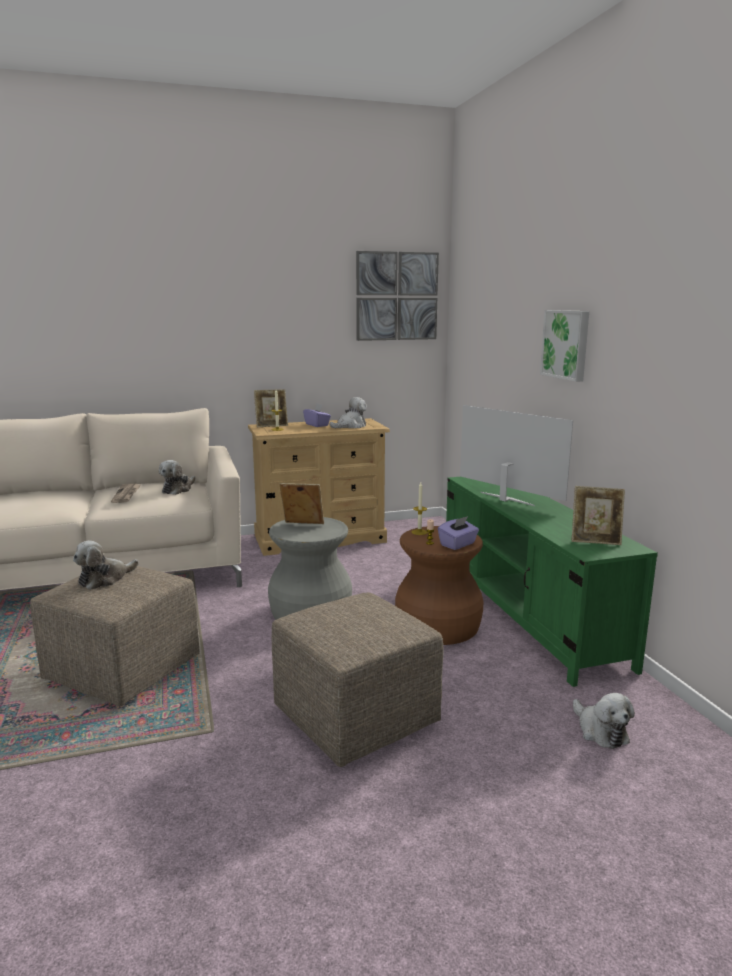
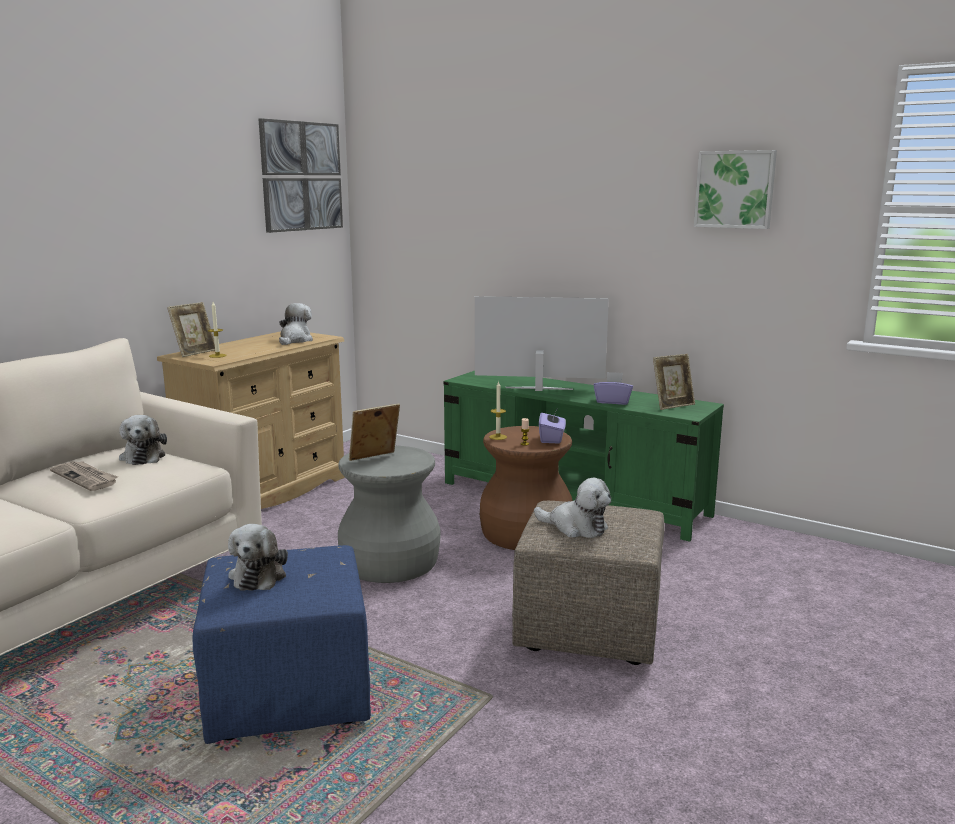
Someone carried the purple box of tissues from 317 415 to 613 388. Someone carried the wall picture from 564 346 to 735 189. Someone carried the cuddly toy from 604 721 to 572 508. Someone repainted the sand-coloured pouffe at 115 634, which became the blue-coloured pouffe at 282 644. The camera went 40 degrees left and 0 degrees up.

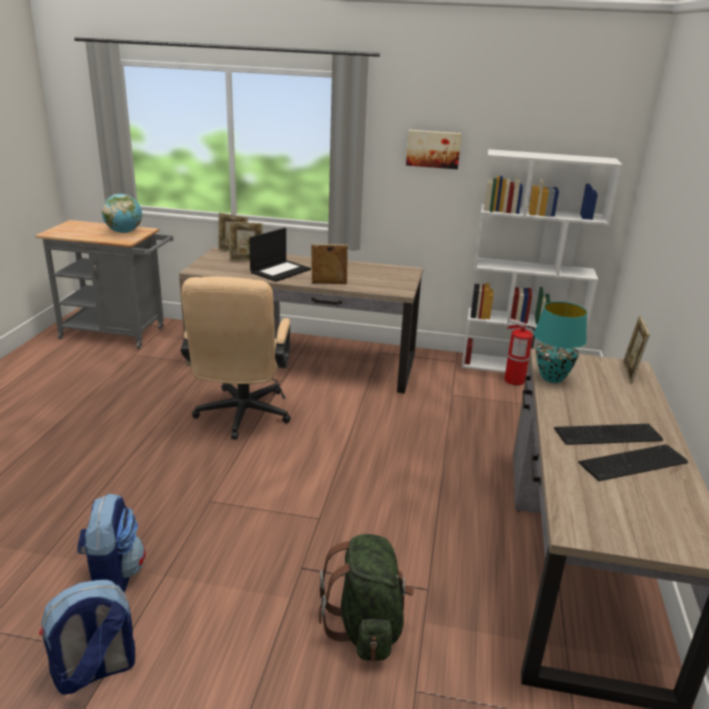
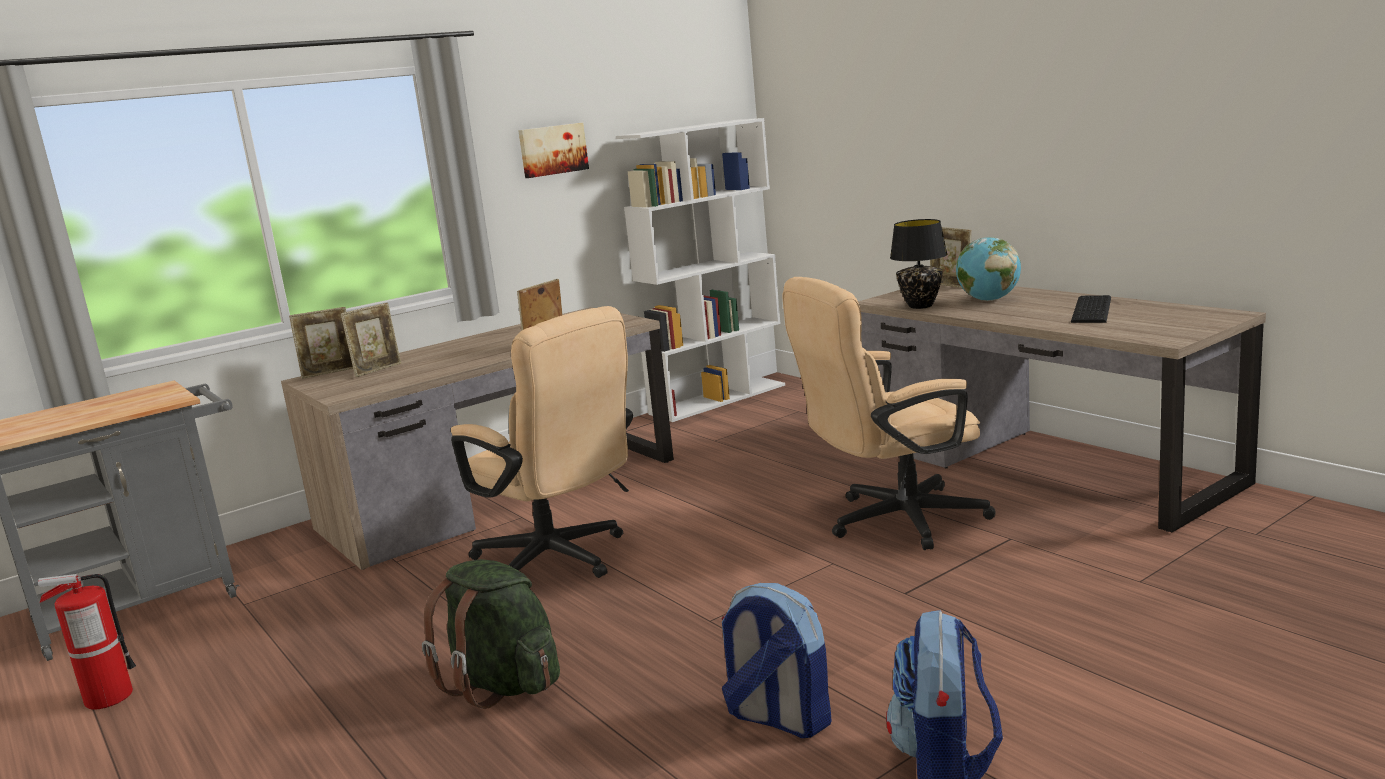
Someone took away the portable computer at 280 255. Someone took away the keyboard at 608 434. Someone put down the sand-coloured office chair at 889 413. Someone carried the world globe from 122 213 to 988 269. Someone carried the greenish rucksack from 366 598 to 491 634. Someone carried the fire-fighting cylinder from 519 352 to 87 641. Someone repainted the blue-green lamp for a table at 560 342, which became the blackish lamp for a table at 919 264. The camera went 45 degrees left and 10 degrees down.

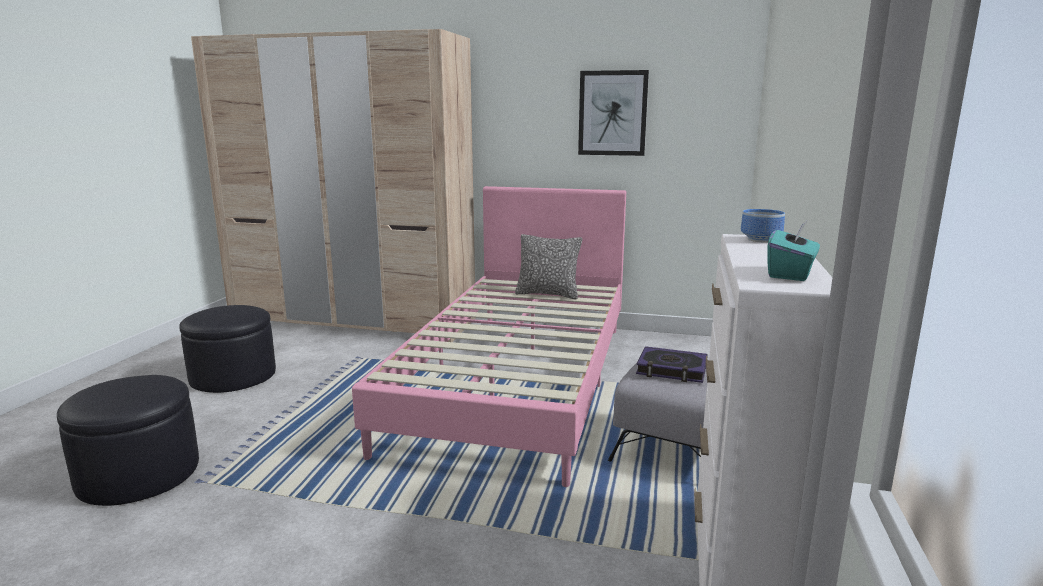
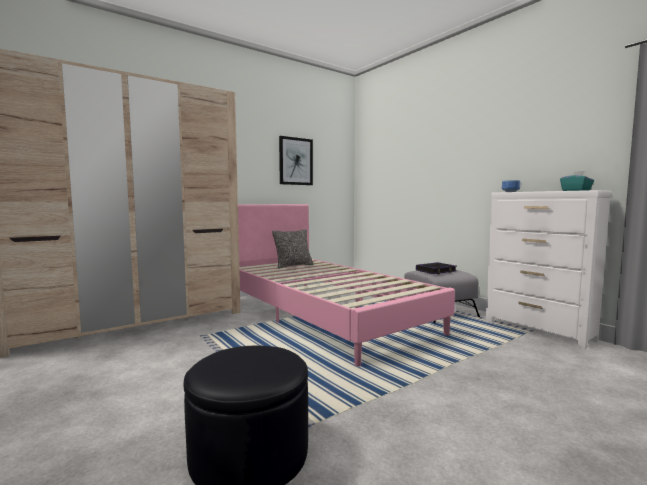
Someone took away the blackish pouffe at 227 349. The camera went 50 degrees left and 10 degrees down.

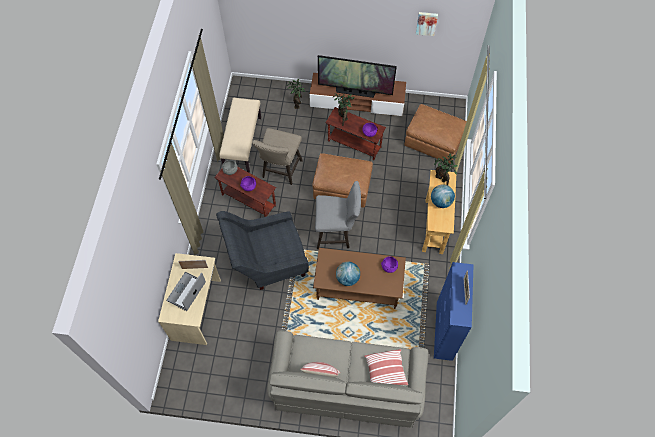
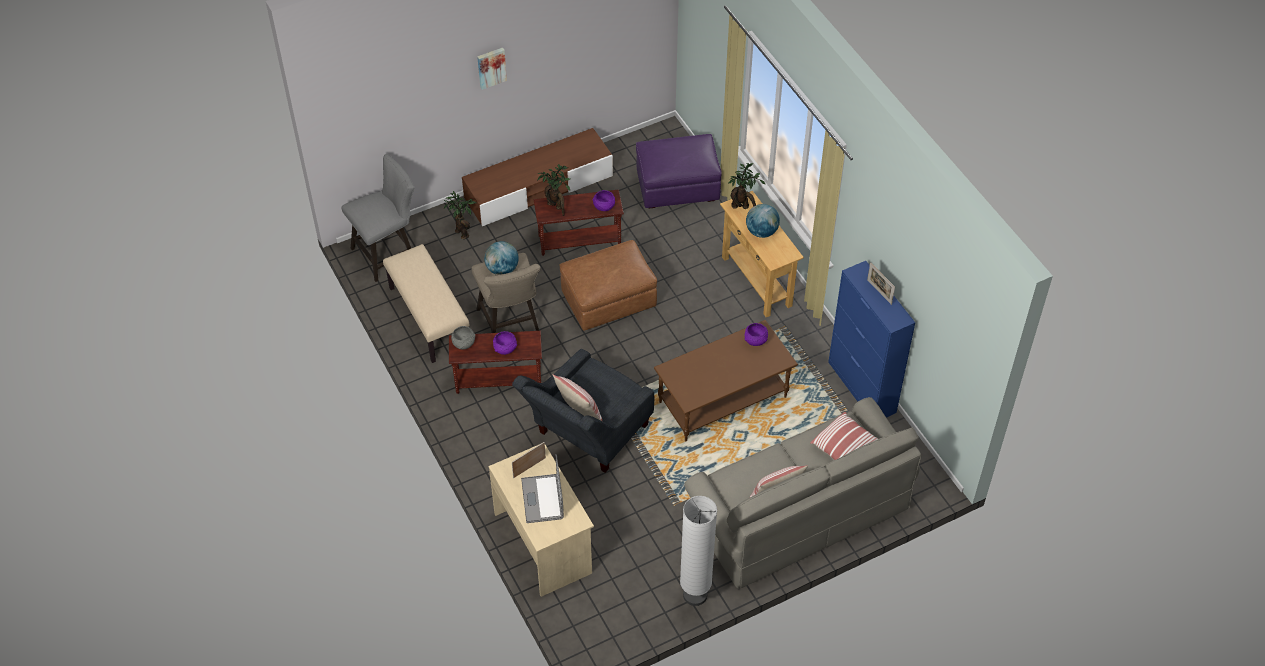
Someone took away the TV at 357 76. Someone put down the throw pillow at 578 398. Someone put down the whitish standard lamp at 698 551. Someone carried the greyish sitting stool from 338 215 to 378 218. Someone carried the world globe from 348 274 to 501 258. Someone carried the wall picture from 427 24 to 492 69. Someone repainted the brown pouffe at 436 134, which became the purple pouffe at 679 171. The camera went 35 degrees left and 10 degrees down.

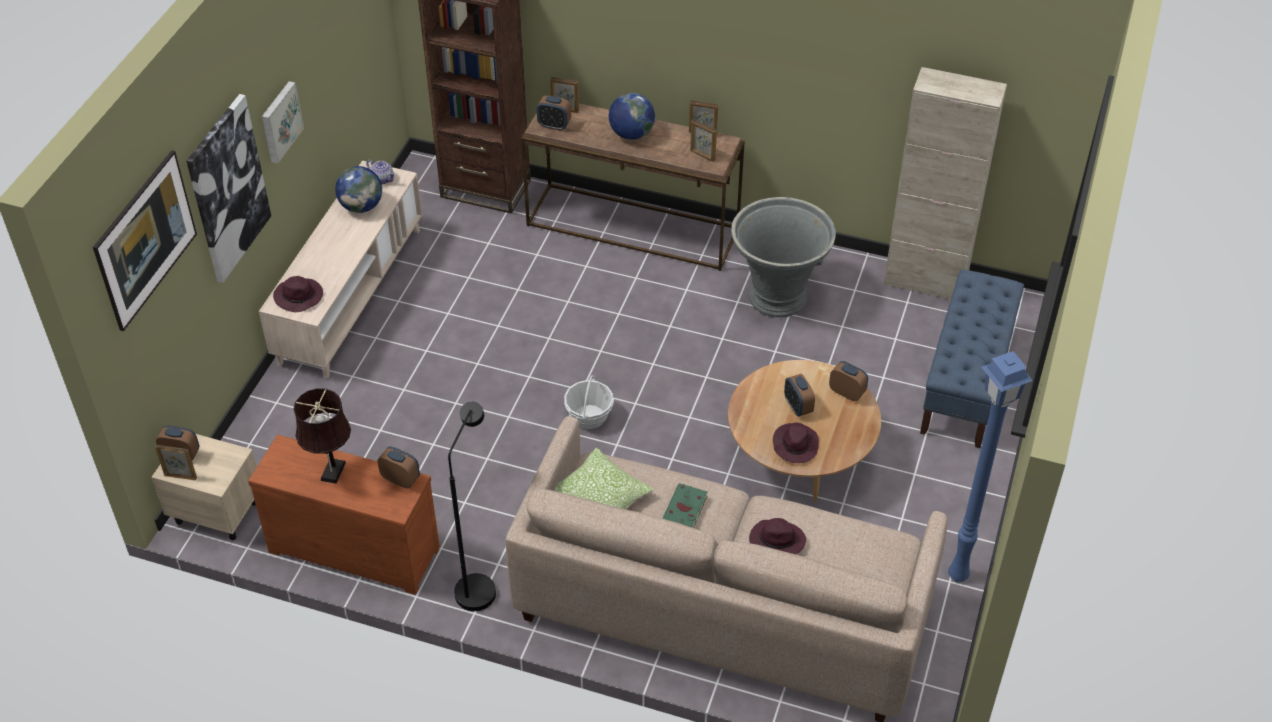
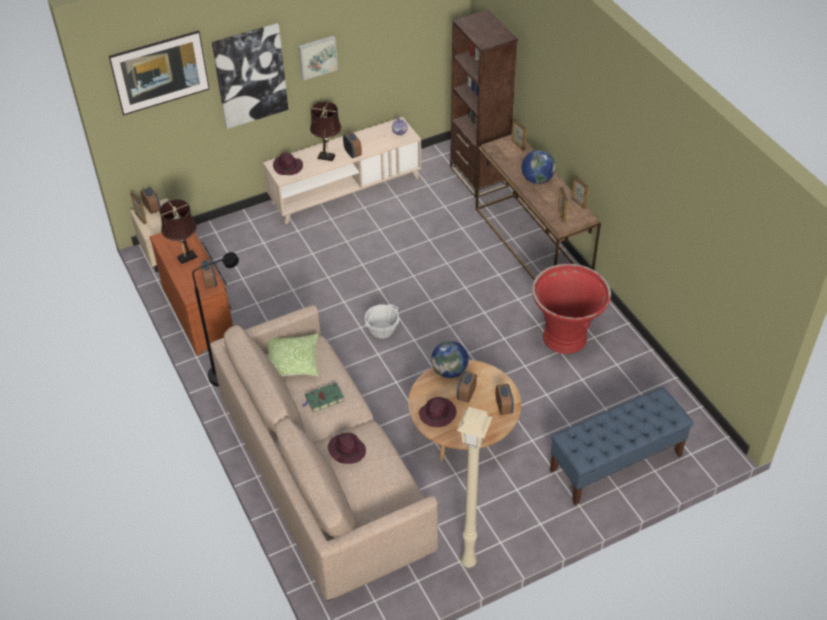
Someone took away the sand-coloured cabinet at 945 183. Someone put down the brown lamp for a table at 325 131. Someone carried the world globe from 358 189 to 450 359. Someone carried the alarm clock from 554 113 to 352 145. Someone repainted the greyish flower pot at 783 257, which became the red flower pot at 571 309. Someone repainted the blue-coloured standard lamp at 990 466, which became the sand-coloured standard lamp at 474 487. The camera went 45 degrees right and 0 degrees up.

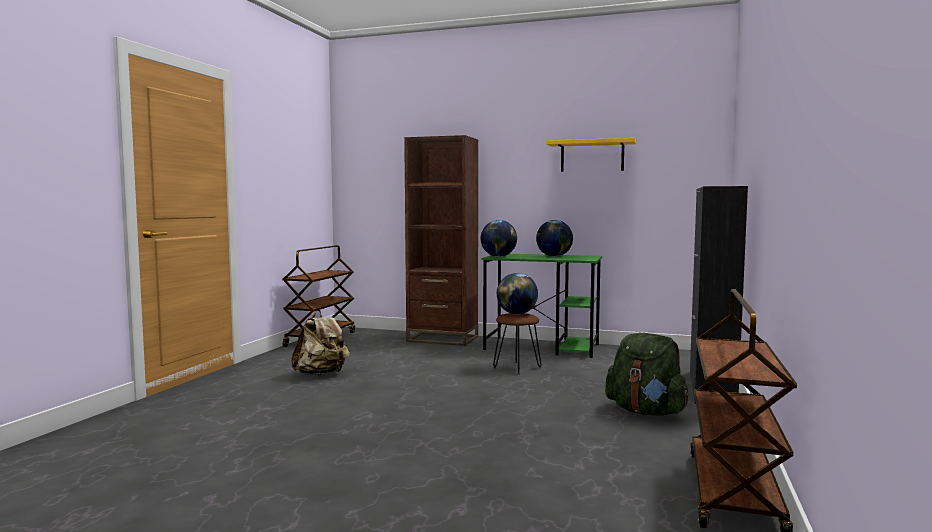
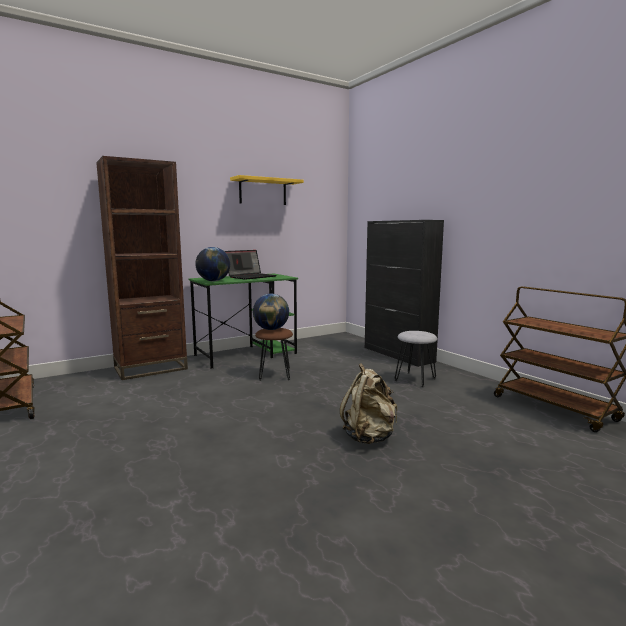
Someone carried the sand-coloured rucksack from 320 342 to 368 403. Someone swapped the world globe at 554 238 for the portable computer at 250 265. Someone swapped the greenish rucksack at 647 374 for the greyish sitting stool at 416 359. The camera went 50 degrees left and 5 degrees up.

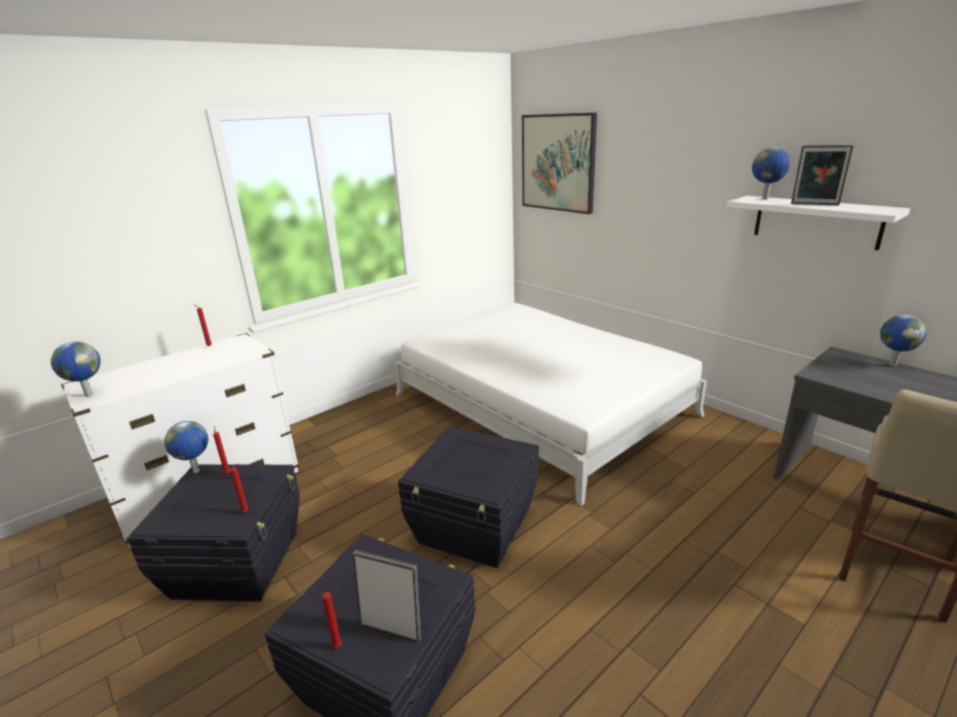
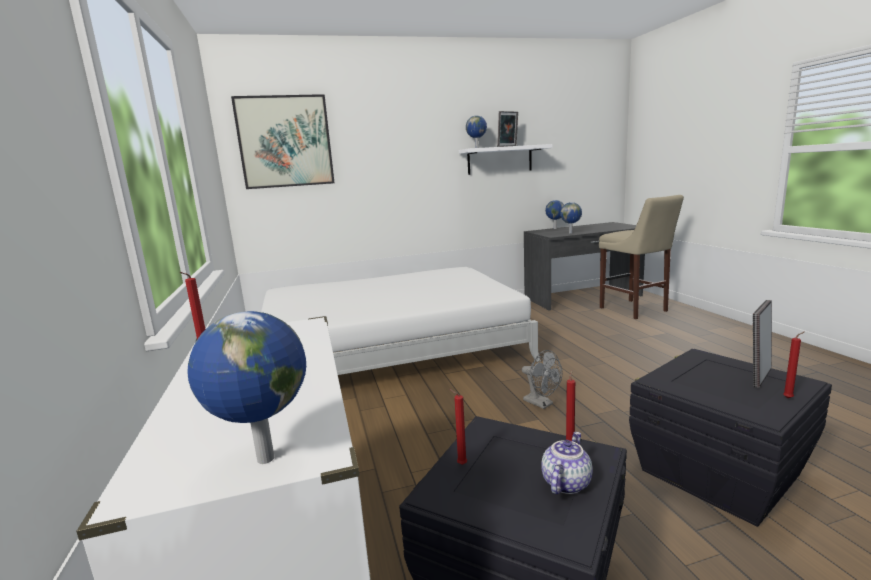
Someone put down the pot for tea at 567 463. Someone carried the world globe from 186 447 to 571 217. Someone swapped the blackish storage box at 468 497 for the greyish cooling fan at 542 379. The camera went 65 degrees left and 10 degrees down.

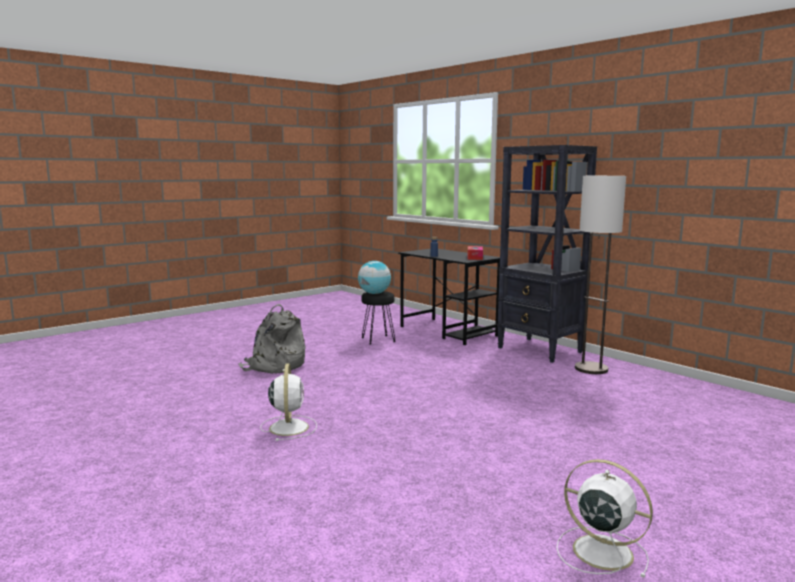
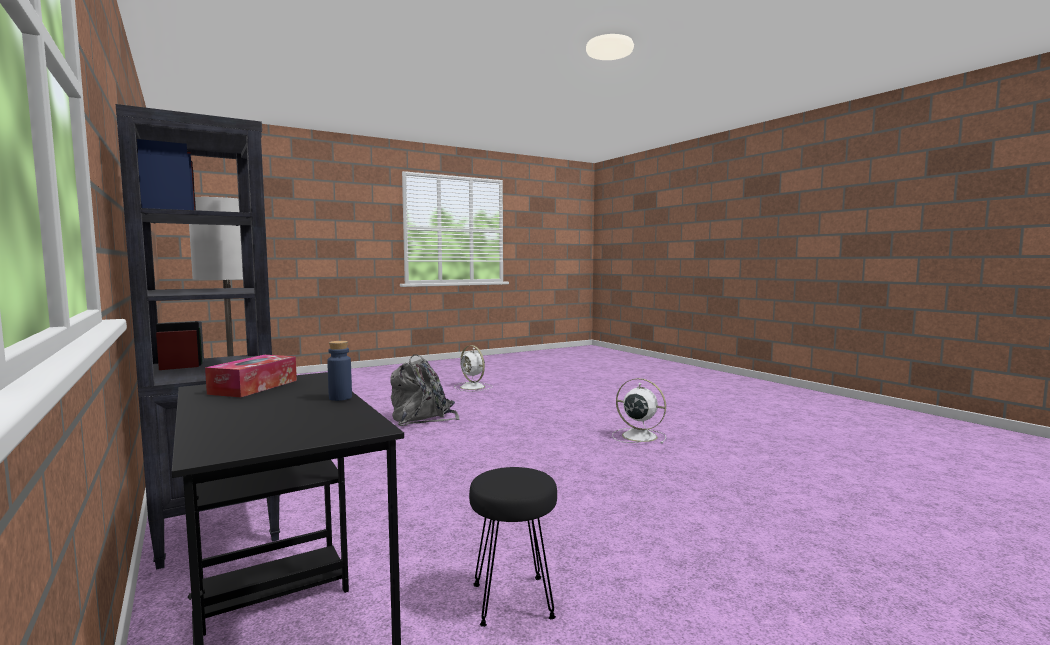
Someone took away the world globe at 374 277. Someone carried the greyish rucksack from 272 339 to 425 390. Someone rotated the whitish cooling fan at 288 402 by 120 degrees clockwise. The camera went 170 degrees left and 5 degrees down.

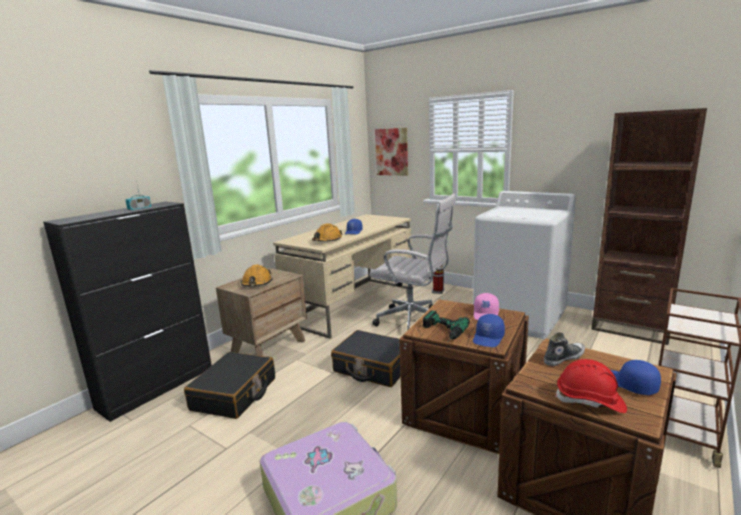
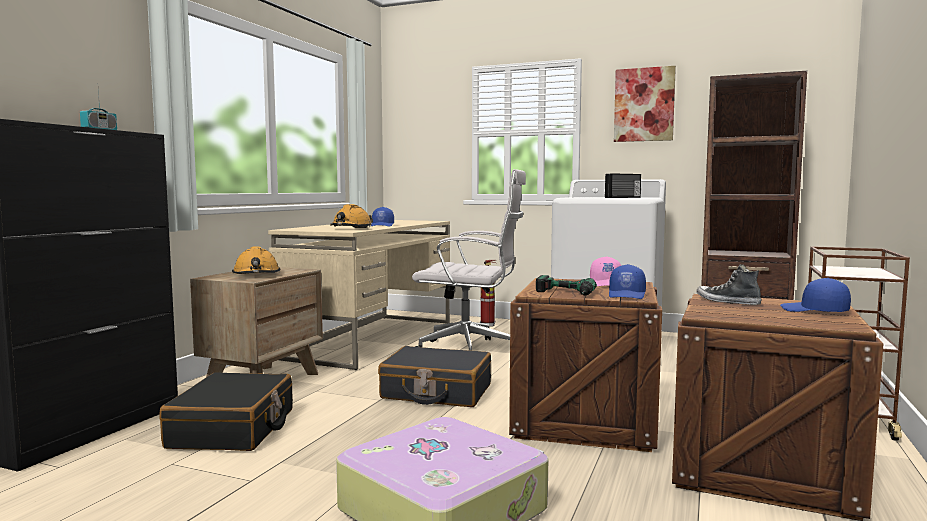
Someone took away the red safety helmet at 591 386. Someone put down the radio at 623 185. Someone carried the wall picture from 391 152 to 645 104. Someone rotated the low shoe at 564 349 by 90 degrees counterclockwise. The camera went 15 degrees left and 10 degrees down.

